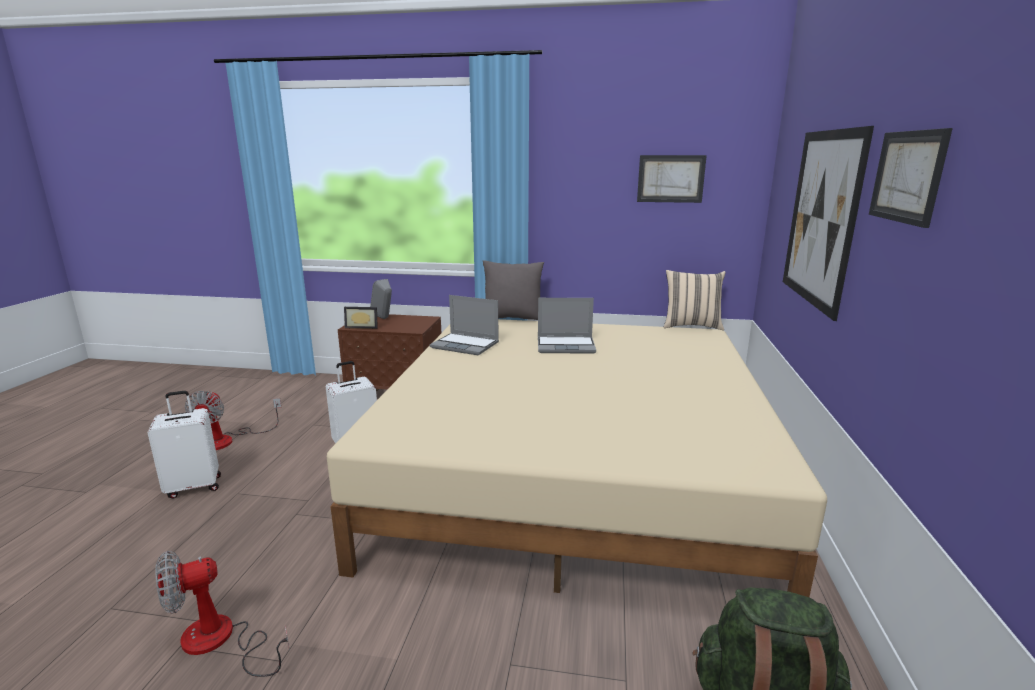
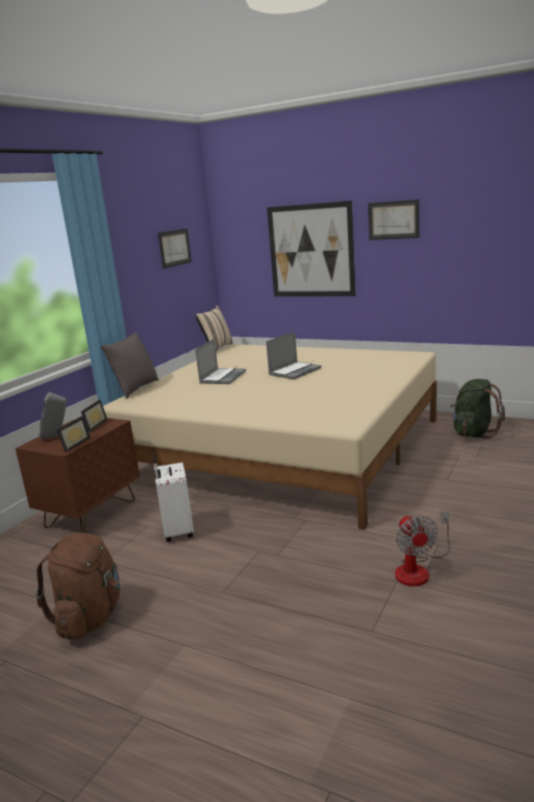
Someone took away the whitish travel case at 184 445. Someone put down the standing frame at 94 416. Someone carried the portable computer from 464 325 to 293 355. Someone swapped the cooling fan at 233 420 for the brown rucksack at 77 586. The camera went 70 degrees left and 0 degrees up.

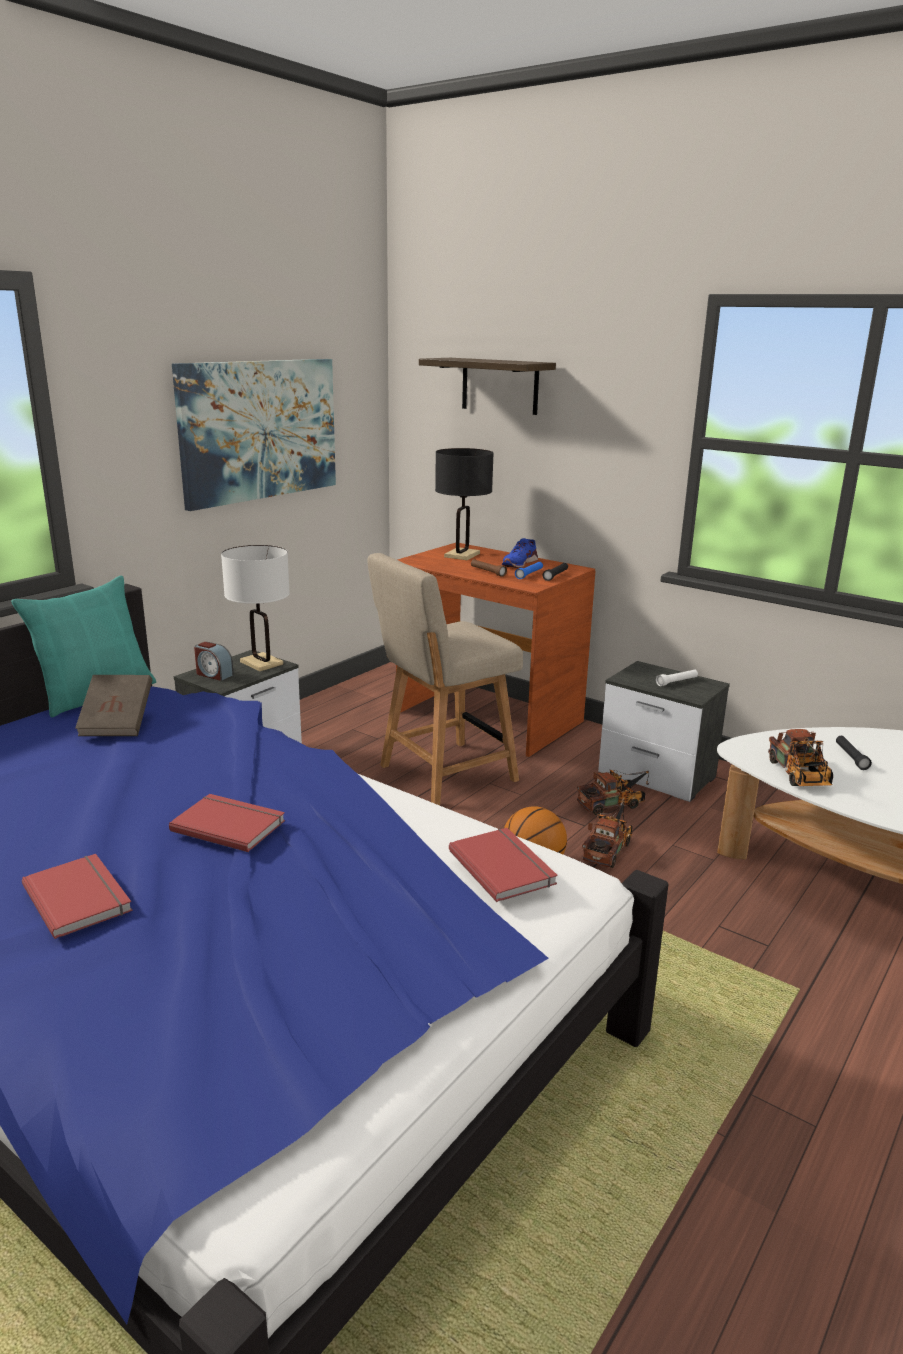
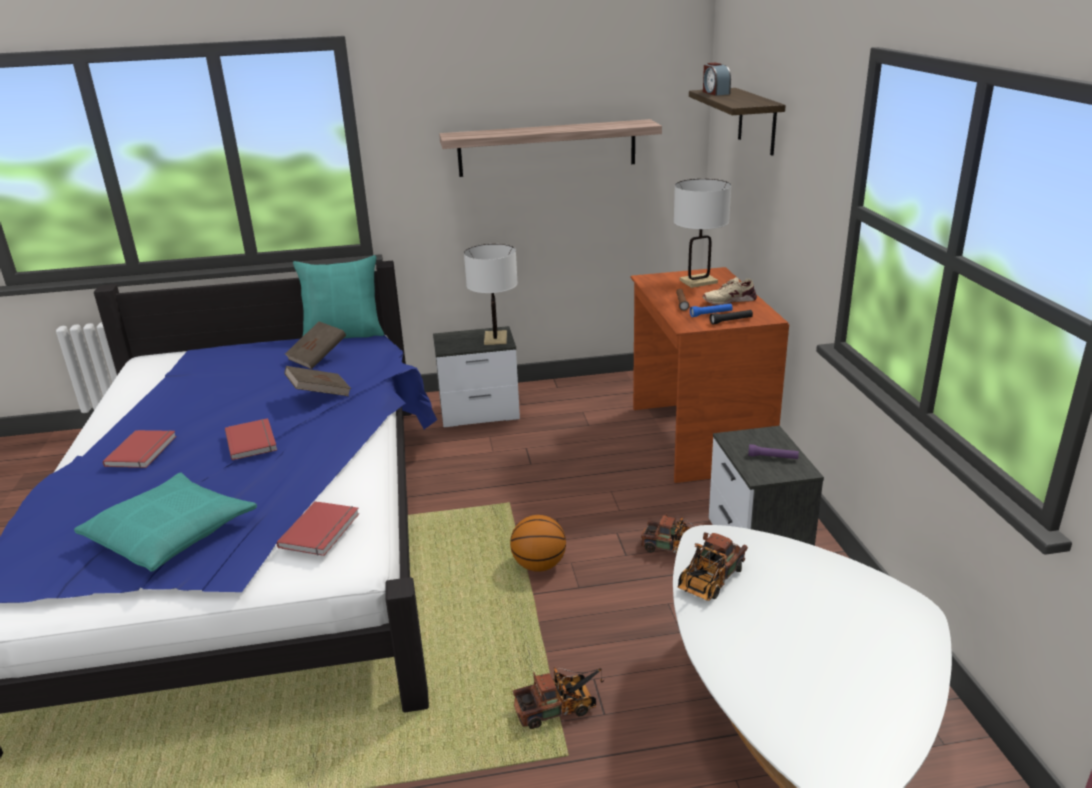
Someone took away the sand-coloured chair at 445 679. Someone took away the blackish torch at 854 753. Someone put down the blue-green throw pillow at 165 522. Someone put down the brown bound book at 317 381. Someone carried the alarm clock from 214 661 to 717 79. Someone carried the toy truck from 607 835 to 558 698. Someone swapped the wall picture at 254 435 for the wall shelf at 550 148. Someone repainted the blackish lamp for a table at 464 504, which became the whitish lamp for a table at 702 233. Someone repainted the blue-coloured low shoe at 520 553, which became the sand-coloured low shoe at 730 291. Someone repainted the whitish torch at 677 678, which became the purple torch at 773 451. The camera went 45 degrees right and 5 degrees up.

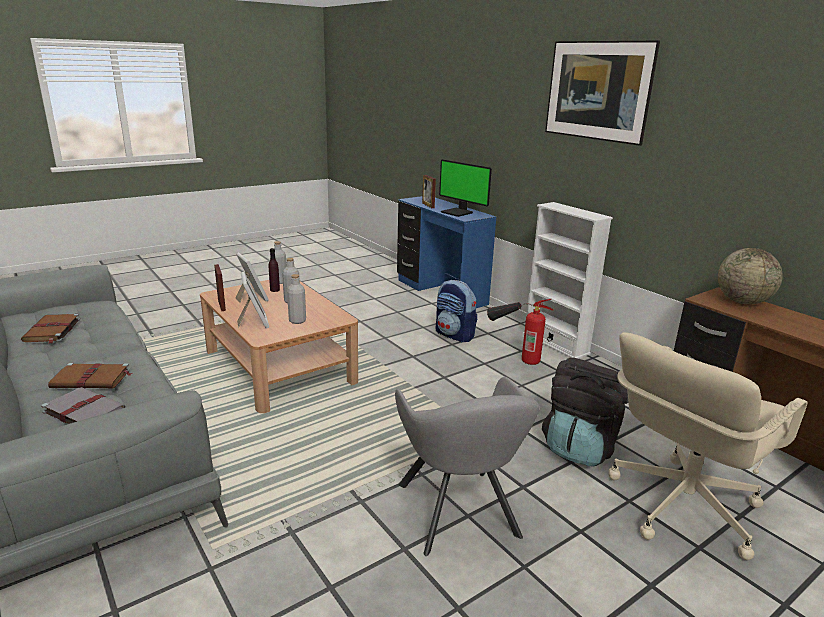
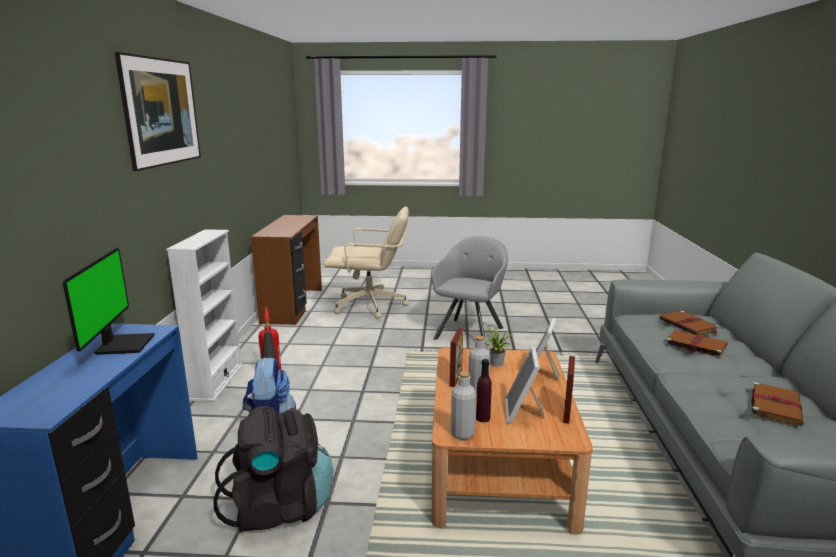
Someone took away the world globe at 750 276. Someone carried the standing frame from 429 191 to 456 357. Someone carried the blackish rucksack from 585 412 to 273 469. Someone swapped the greyish beverage bottle at 296 299 for the houseplant at 499 346. Someone repainted the greyish bound book at 83 405, which became the brown bound book at 690 323. The camera went 140 degrees left and 5 degrees down.

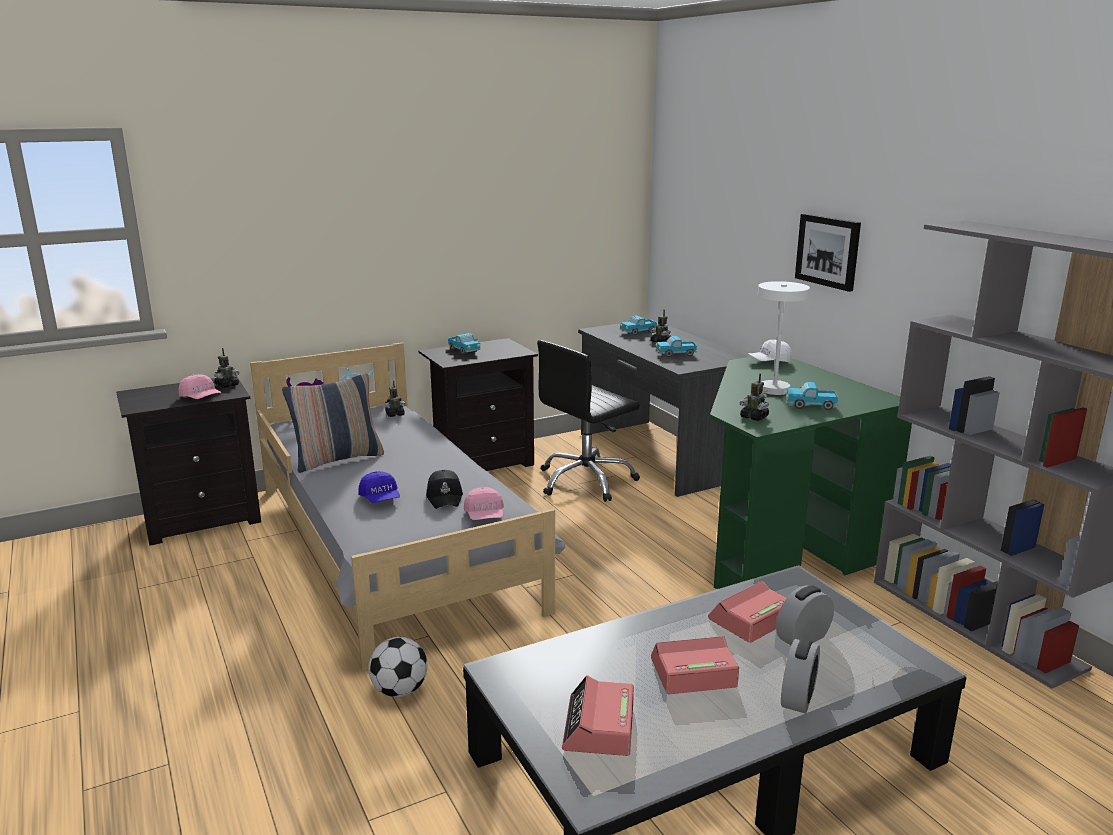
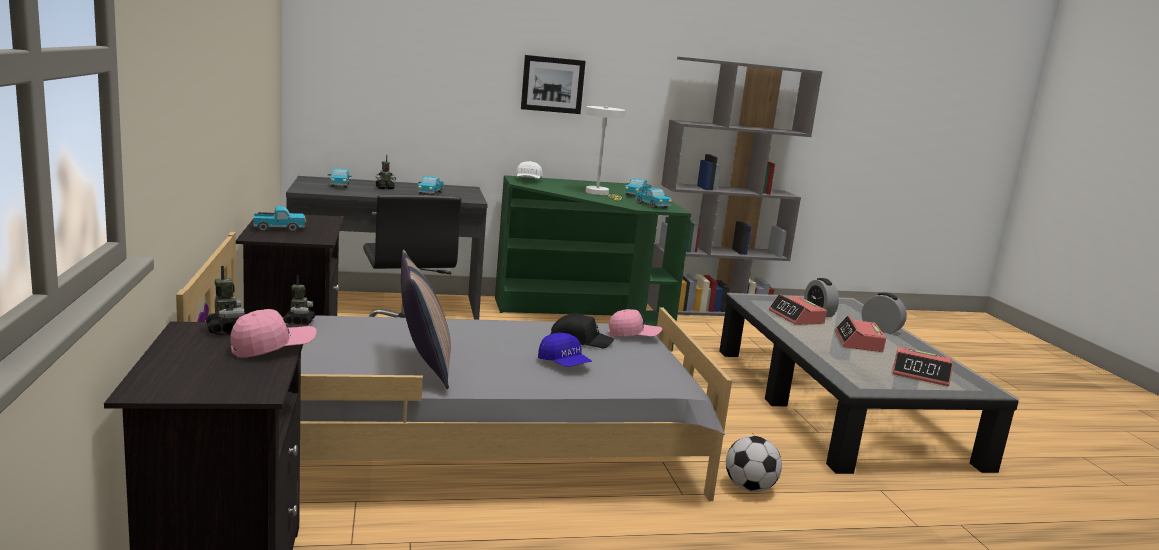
Someone swapped the robot figure at 754 397 for the toy truck at 653 198. Someone rotated the blue-coloured peaked cap at 379 487 by 60 degrees clockwise. The camera went 75 degrees left and 5 degrees down.

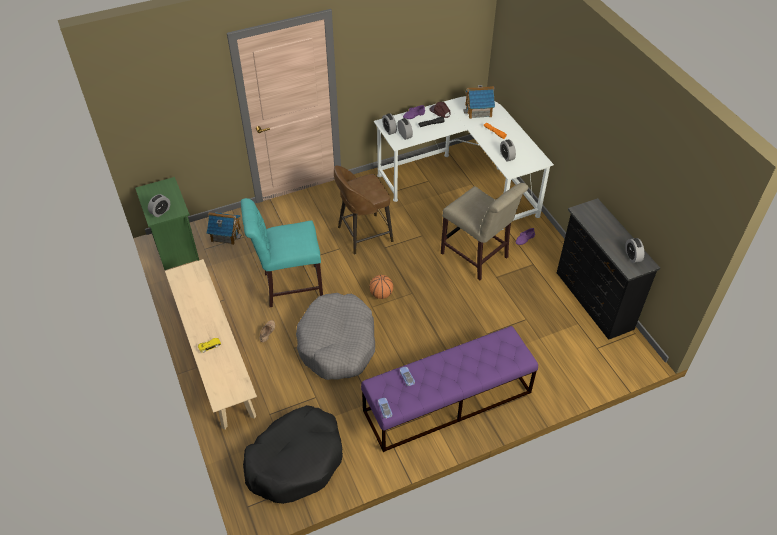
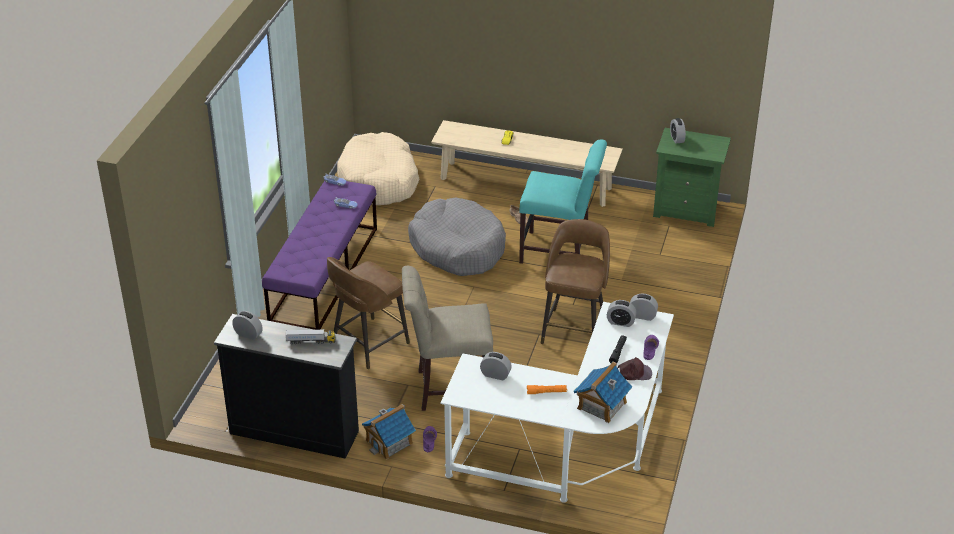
Someone took away the basketball ball at 381 287. Someone put down the toy truck at 310 337. Someone put down the brown sitting stool at 368 313. Someone carried the model house from 224 228 to 389 432. Someone repainted the blackish dog bed at 293 454, which became the sand-coloured dog bed at 378 168. Someone rotated the blue-green chair at 282 252 by 75 degrees clockwise. The camera went 130 degrees right and 10 degrees down.

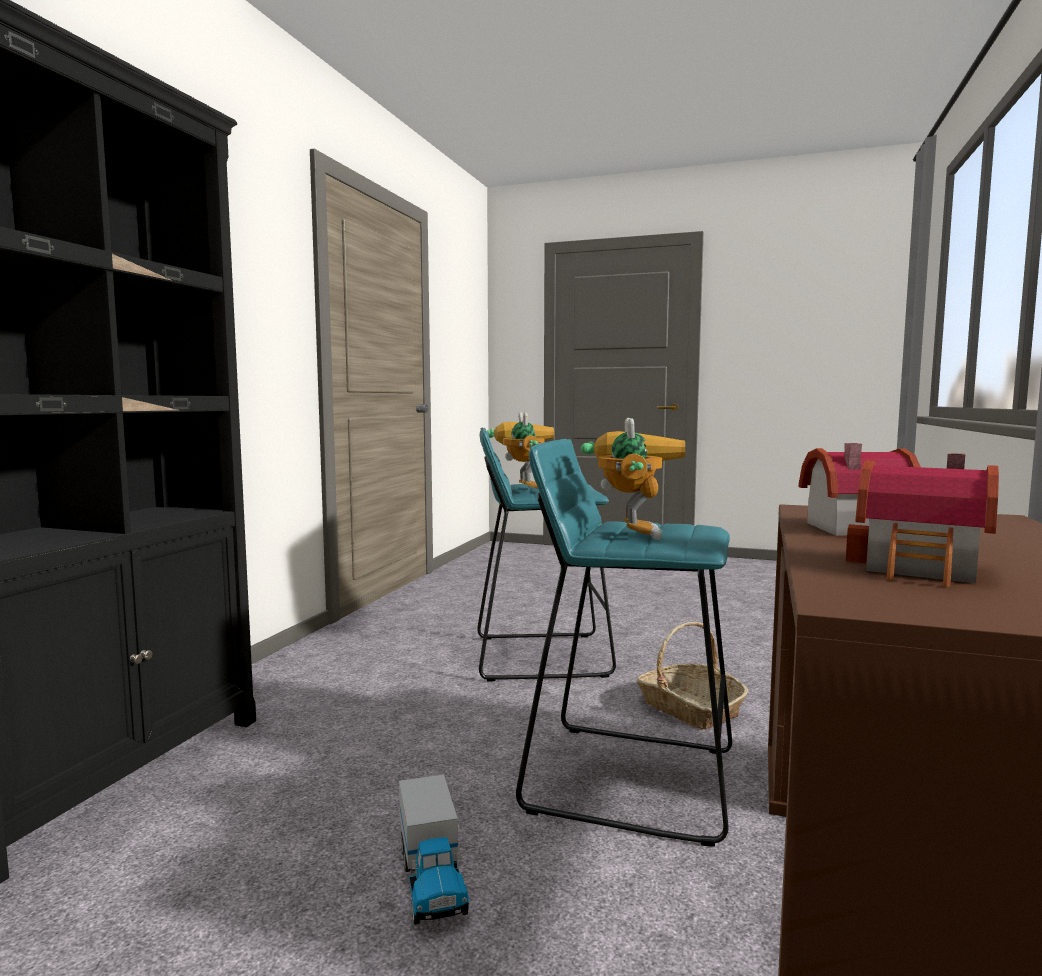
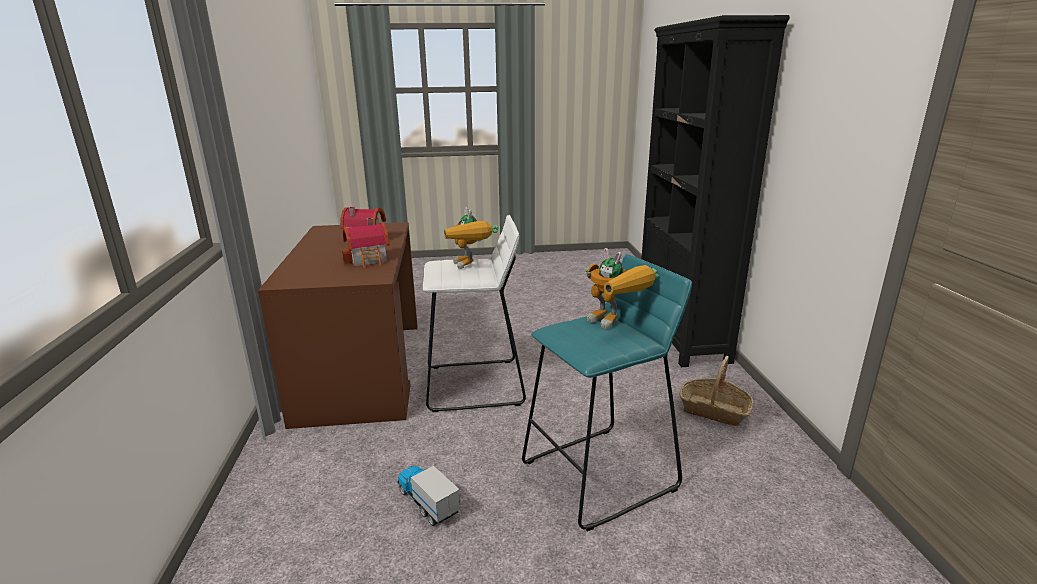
Someone carried the toy truck from 434 850 to 429 496. Someone carried the basket from 693 676 to 716 391. Someone repainted the blue-green sitting stool at 624 643, which became the whitish sitting stool at 474 313. The camera went 155 degrees right and 15 degrees up.

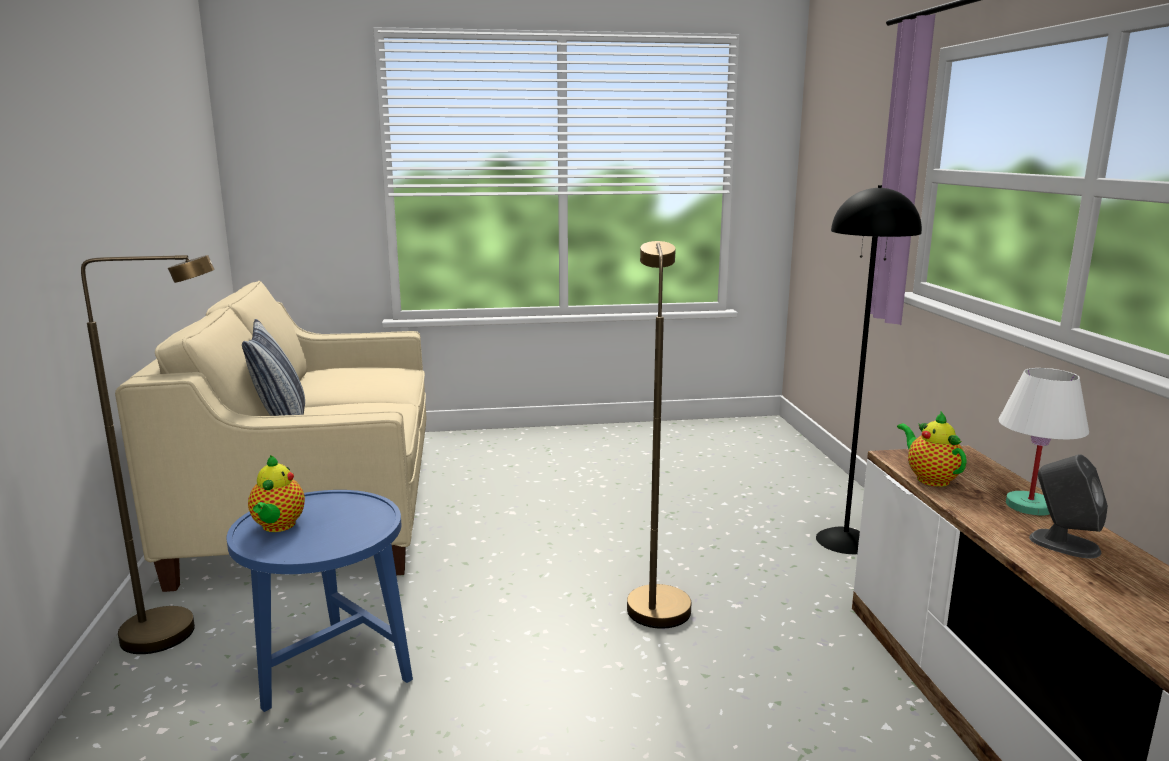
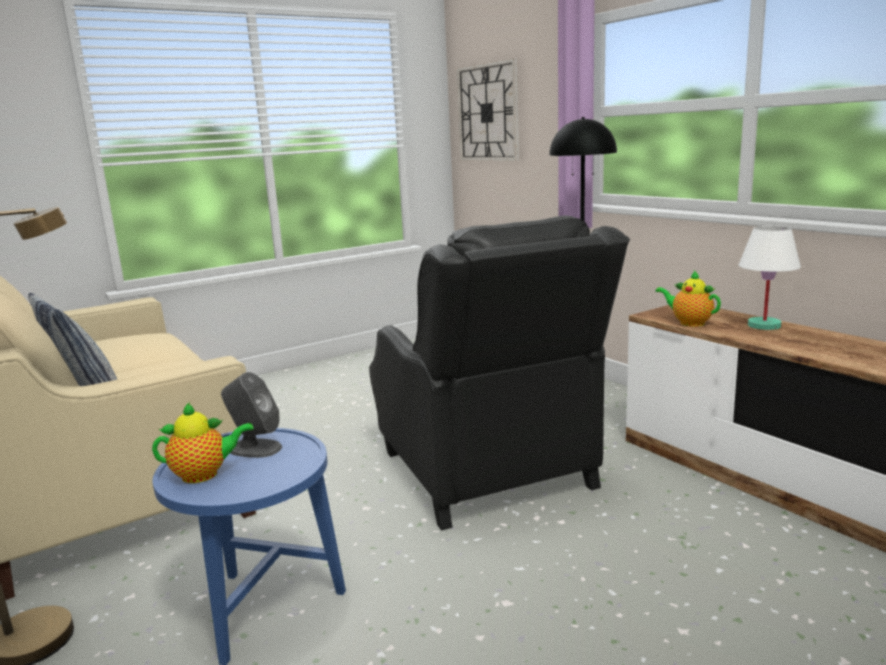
Someone put up the clock on the wall at 487 109. Someone carried the greyish speaker from 1068 506 to 251 415. Someone swapped the brown standard lamp at 659 435 for the blackish easy chair at 499 372. Someone rotated the pot for tea at 276 493 by 75 degrees counterclockwise. The camera went 25 degrees left and 0 degrees up.

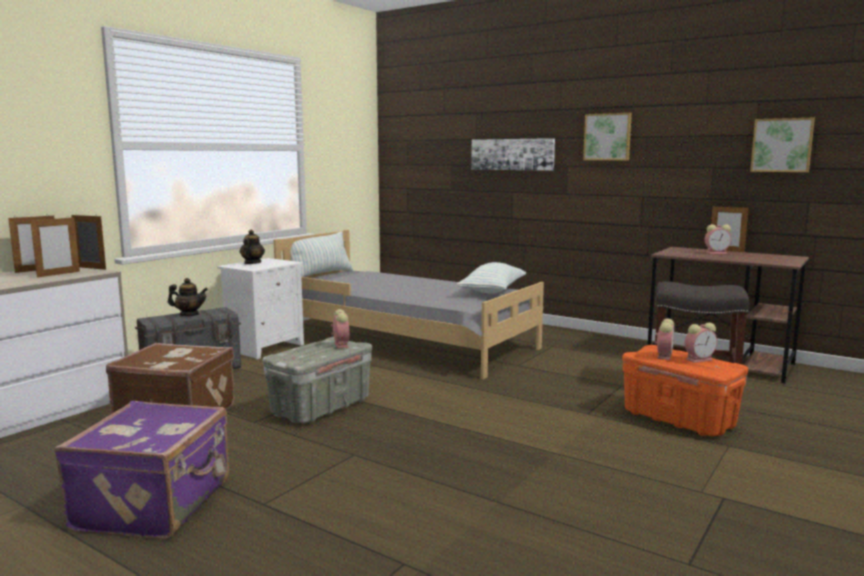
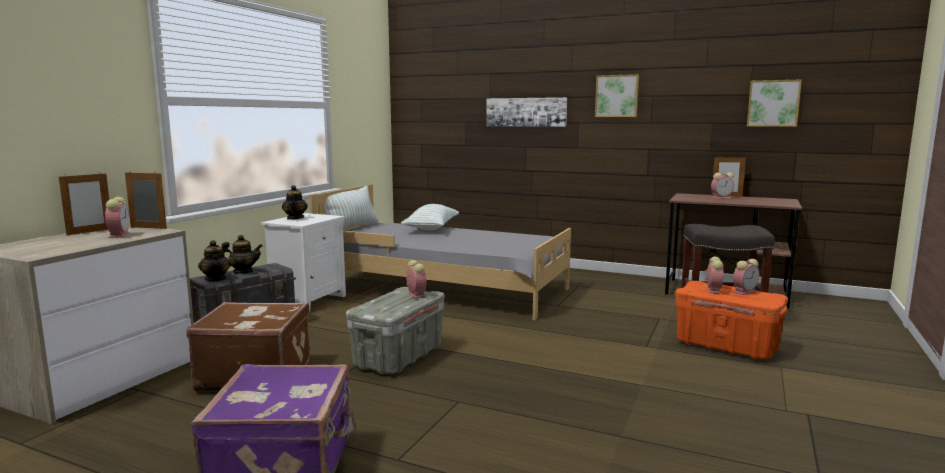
Someone put down the pot for tea at 214 260. Someone carried the throw pillow from 491 277 to 430 217. Someone swapped the standing frame at 55 246 for the alarm clock at 117 217. The camera went 10 degrees left and 0 degrees up.

